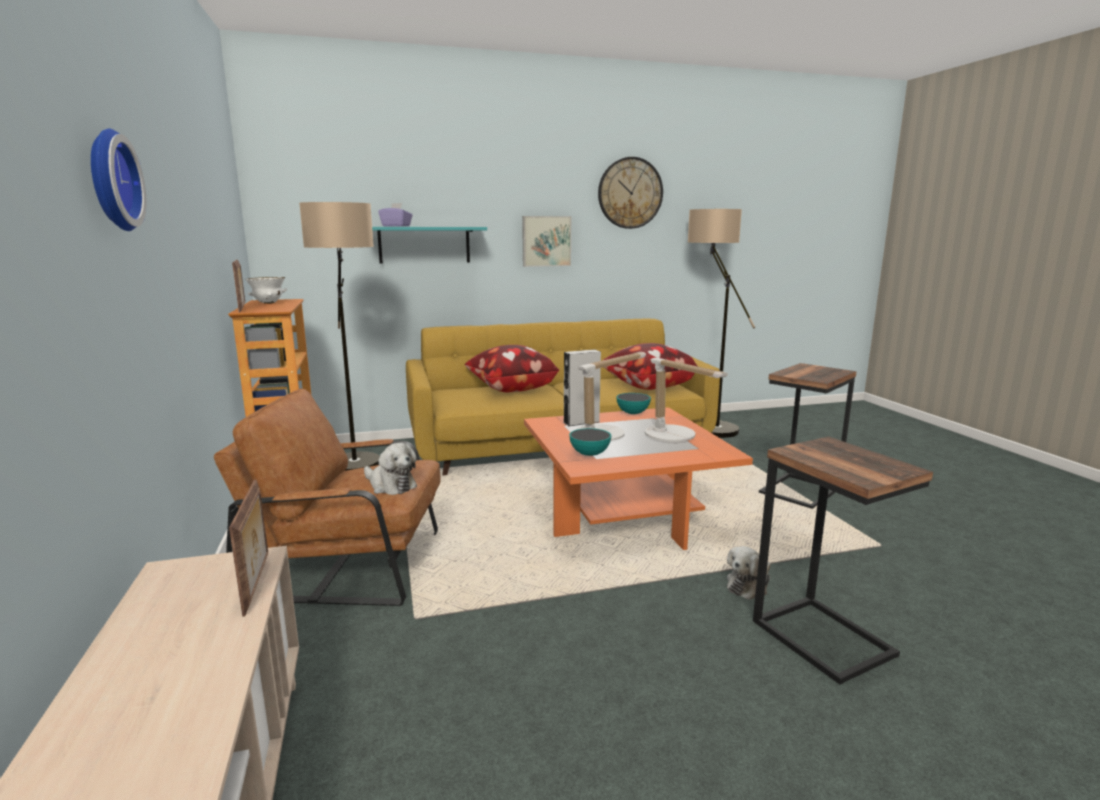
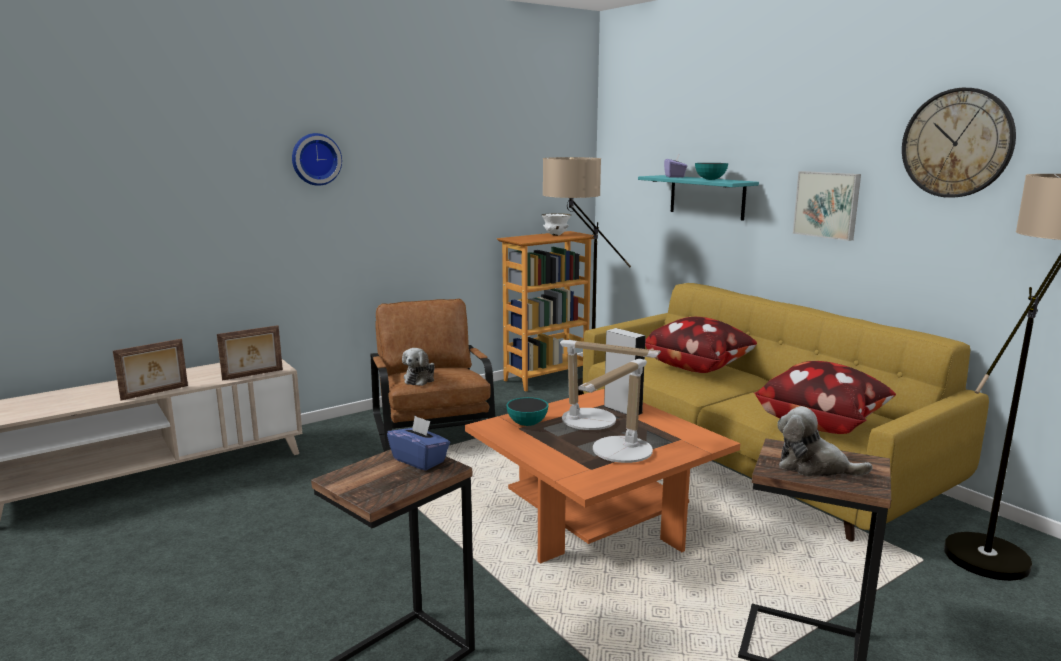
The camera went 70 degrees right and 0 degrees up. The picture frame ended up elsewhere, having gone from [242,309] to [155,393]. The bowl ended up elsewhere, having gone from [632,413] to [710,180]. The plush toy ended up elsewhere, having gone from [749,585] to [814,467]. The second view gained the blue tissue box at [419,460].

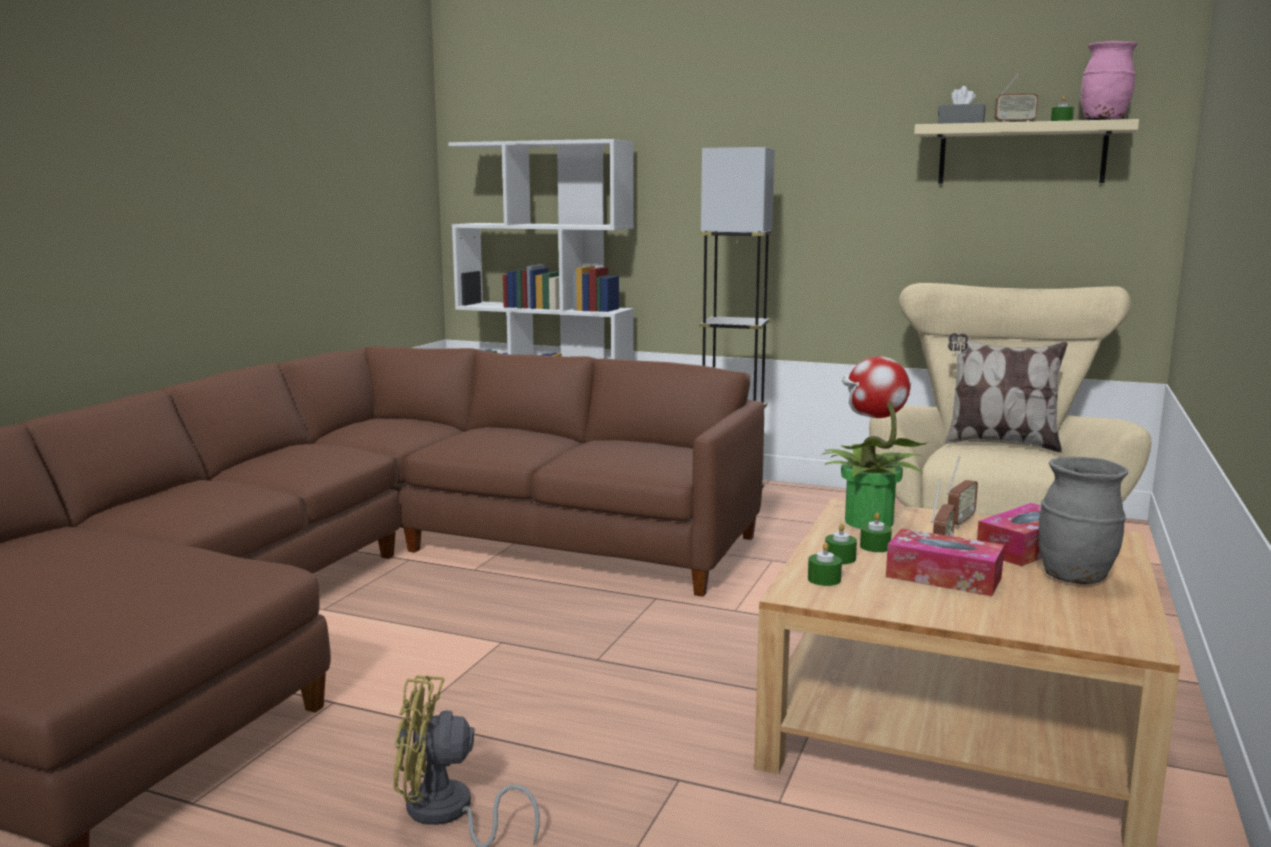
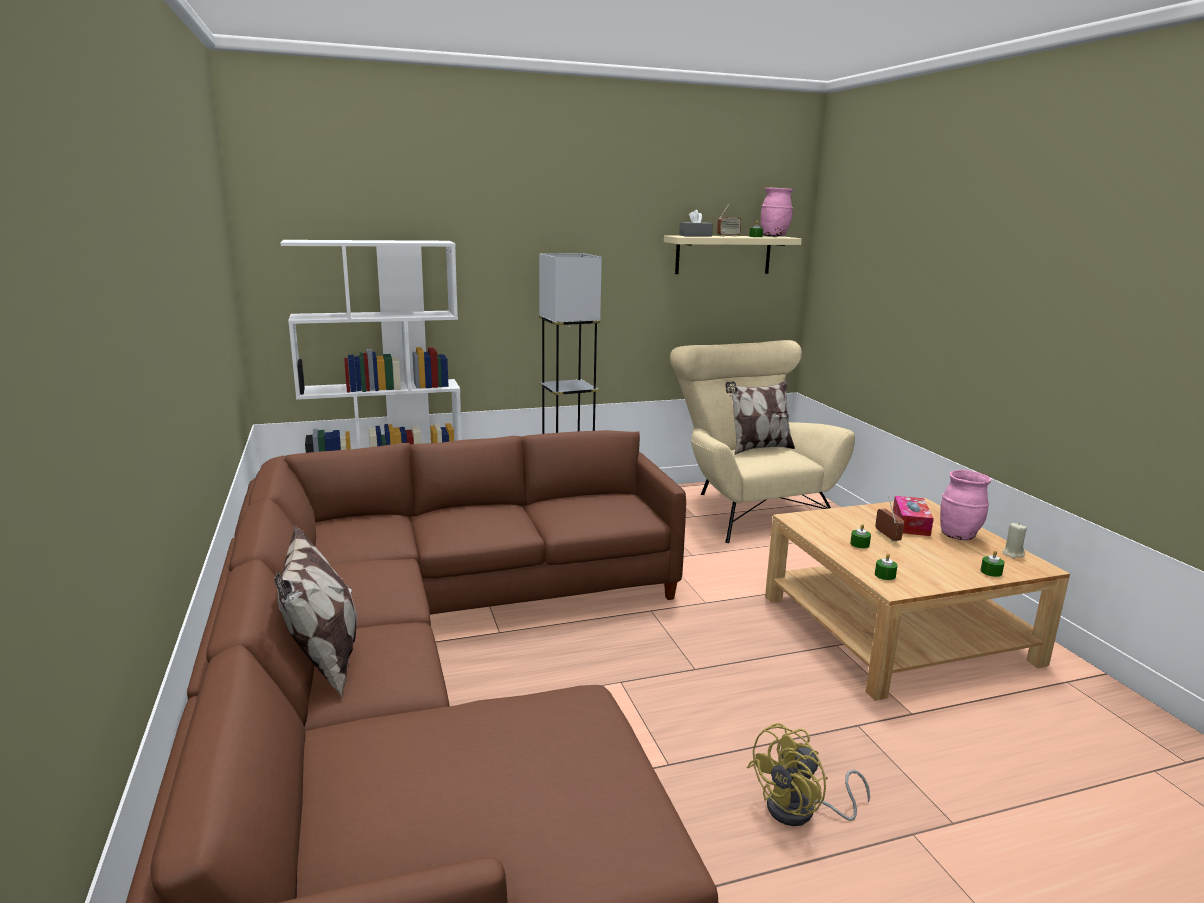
The camera went 40 degrees left and 5 degrees up. The second view lost the potted plant at [867,521]. The second view lost the radio at [960,522]. What was the grey vase at [1076,577] turned into the pink vase at [958,536]. The green candle ended up elsewhere, having gone from [840,558] to [991,572]. The second view lost the tissue box at [943,577]. The second view gained the beige candle at [1012,554]. The second view gained the pillow at [324,664].

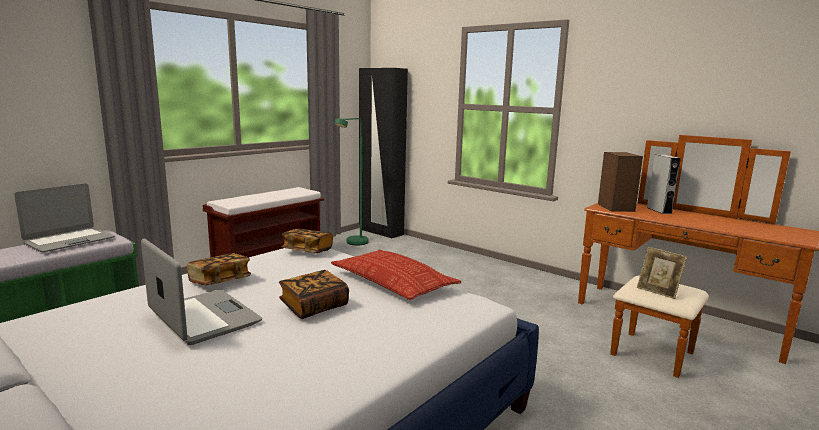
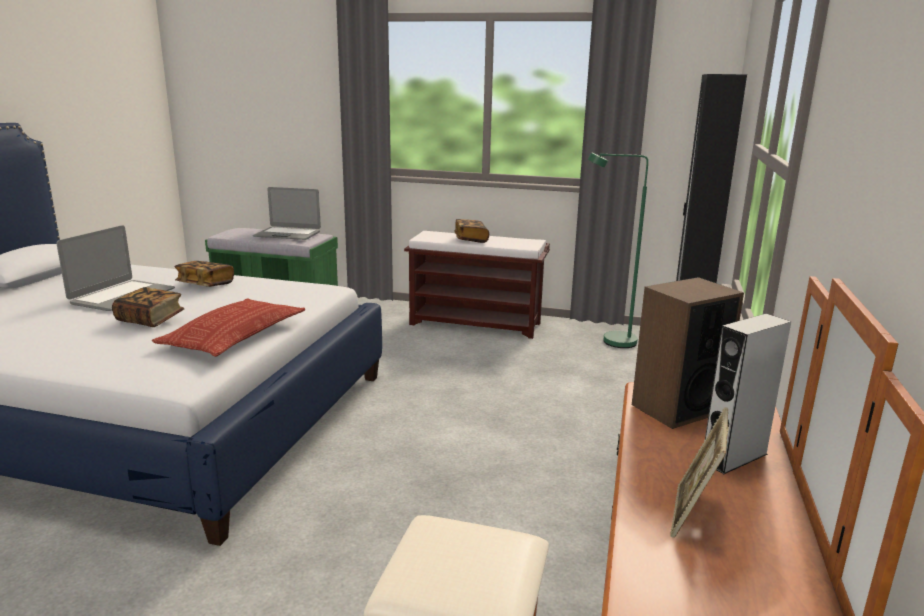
The camera went 65 degrees right and 5 degrees up. The book ended up elsewhere, having gone from [307,251] to [471,239]. The picture frame ended up elsewhere, having gone from [658,291] to [693,515].

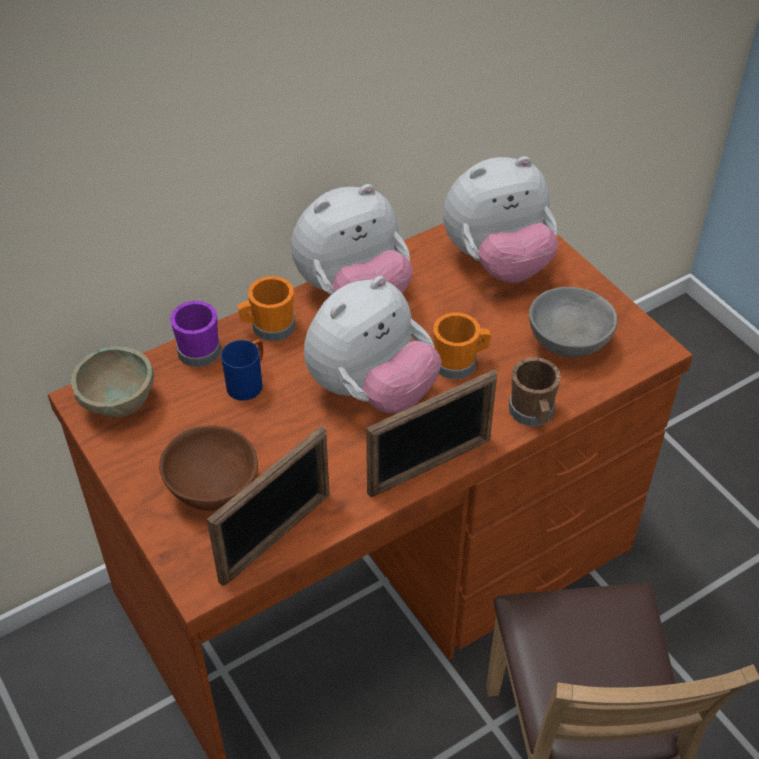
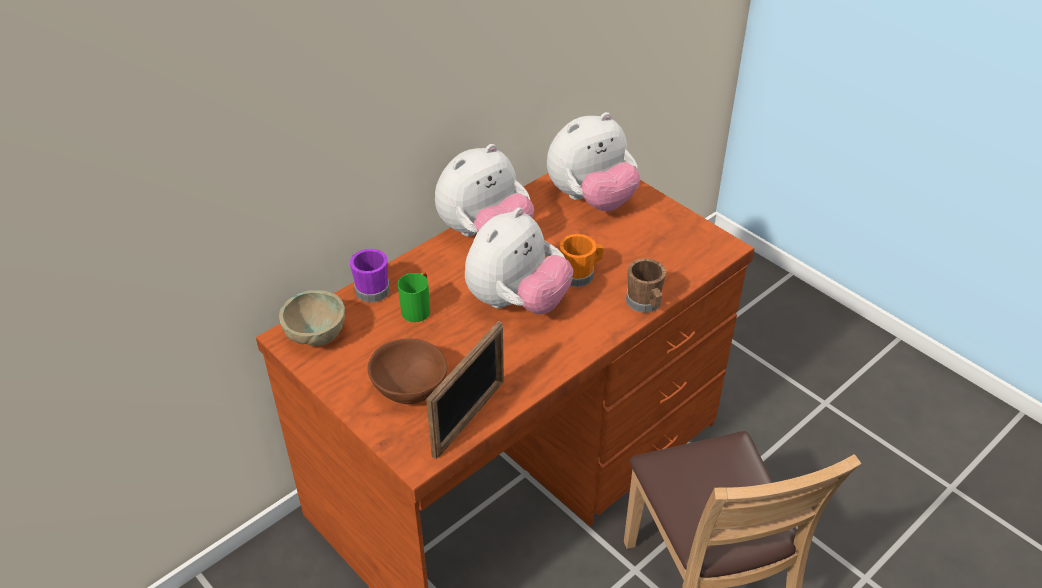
The camera went 10 degrees left and 5 degrees down. The second view lost the orange mug at [268,328]. The second view lost the grey bowl at [567,342]. What was the blue mug at [248,382] turned into the green mug at [418,308]. The second view lost the picture frame at [430,466].

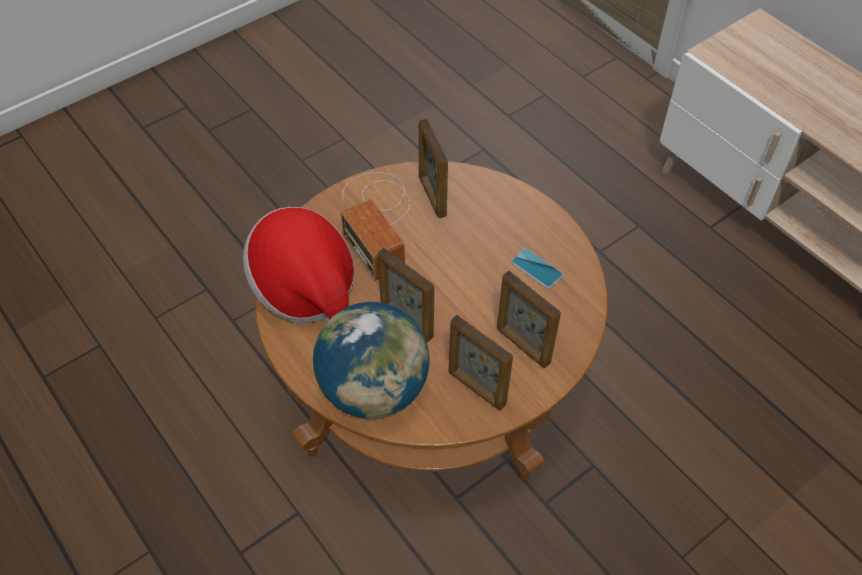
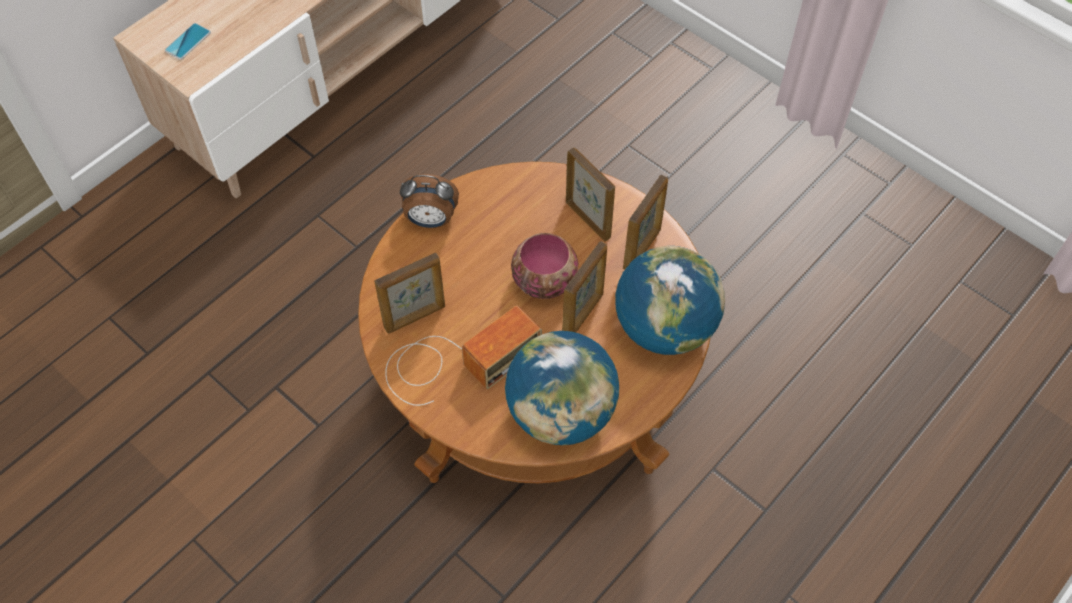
The camera went 100 degrees left and 5 degrees up. Where the hat stood at [305,288], the globe came to stand at [561,413]. The phone ended up elsewhere, having gone from [536,269] to [188,42]. The picture frame at [522,346] ended up facing another way, 75 degrees counterclockwise from before. The second view gained the alarm clock at [430,220]. The second view gained the bowl at [544,280].

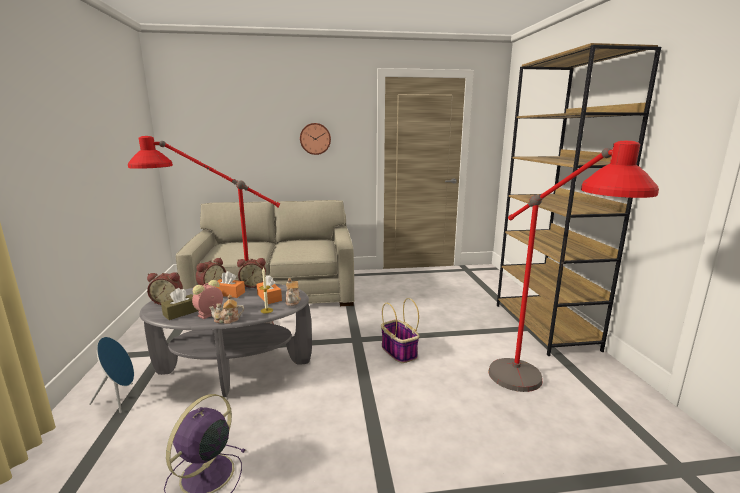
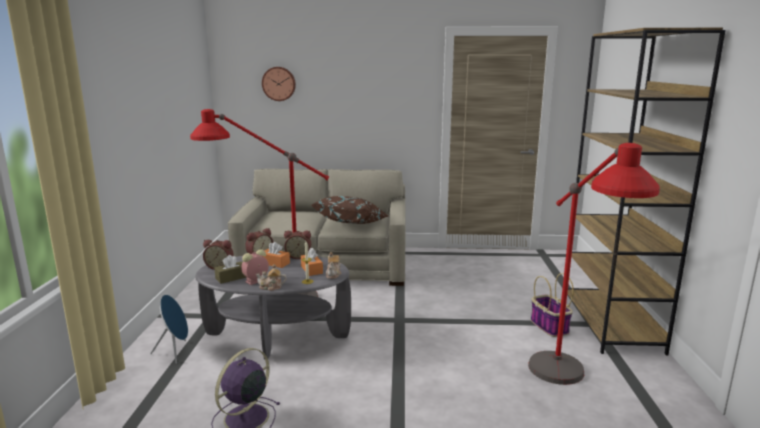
The camera went 10 degrees right and 0 degrees up. The wall clock ended up elsewhere, having gone from [315,139] to [279,83]. The basket ended up elsewhere, having gone from [398,351] to [548,326]. The second view gained the brown pillow at [352,224].

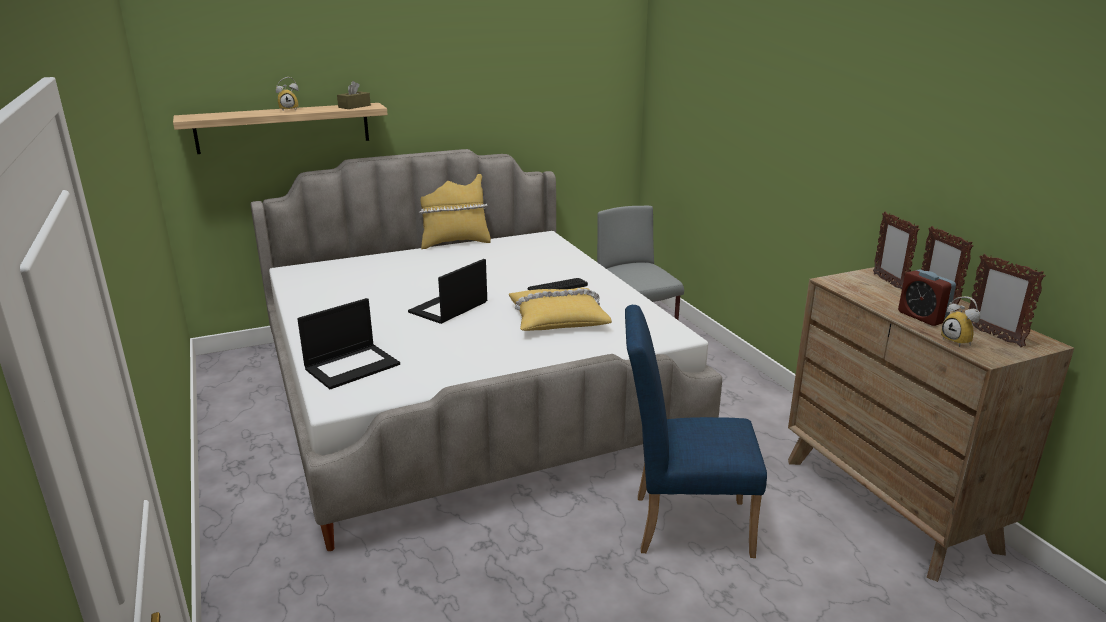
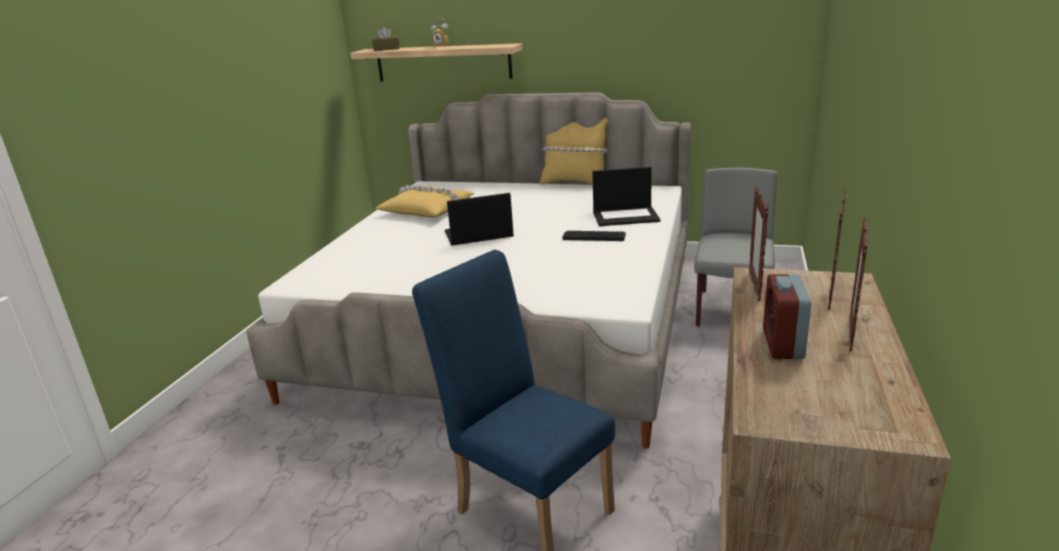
The camera went 40 degrees right and 0 degrees up. The brown tissue box ended up elsewhere, having gone from [354,106] to [386,49]. The picture frame ended up elsewhere, having gone from [993,336] to [754,286]. The yellow pillow ended up elsewhere, having gone from [557,318] to [428,210]. The second view lost the alarm clock at [959,341]. The laptop ended up elsewhere, having gone from [352,366] to [626,216].

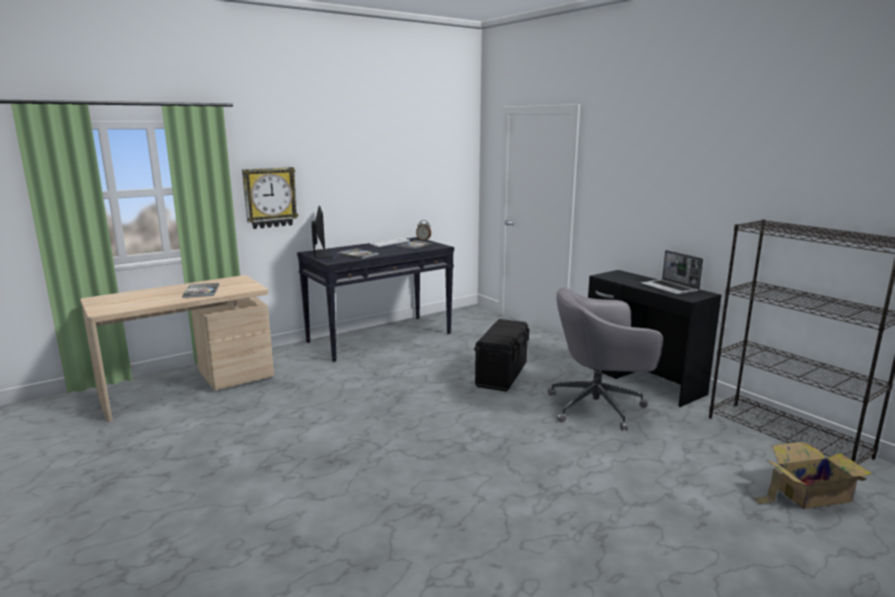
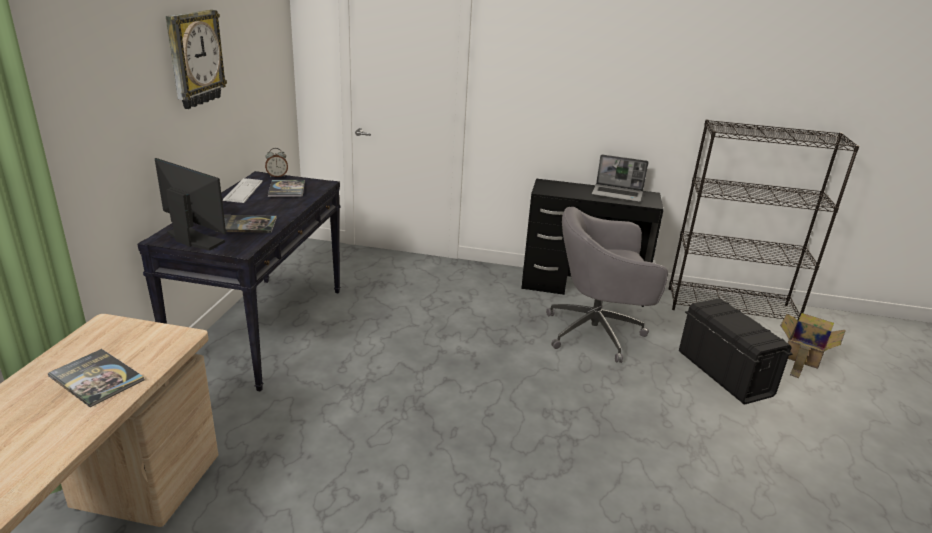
The camera went 45 degrees left and 10 degrees up. The wall clock ended up elsewhere, having gone from [270,197] to [194,58]. The grey office chair at [599,407] ended up facing another way, 45 degrees clockwise from before. The black storage box ended up elsewhere, having gone from [502,375] to [724,373].

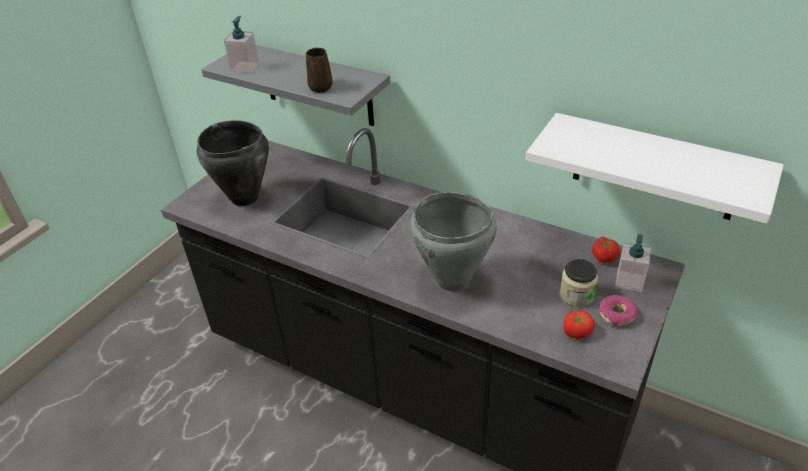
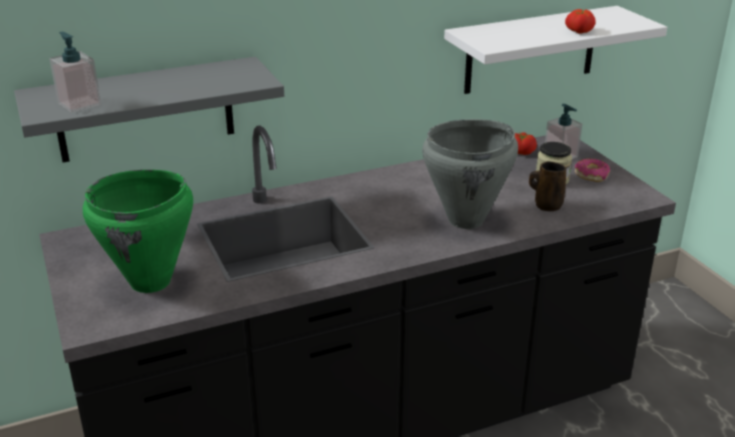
The camera went 55 degrees left and 10 degrees down. The brown mug ended up elsewhere, having gone from [321,87] to [546,205]. What was the black cooking pot at [244,198] turned into the green cooking pot at [151,282]. The tomato ended up elsewhere, having gone from [576,331] to [578,31].

